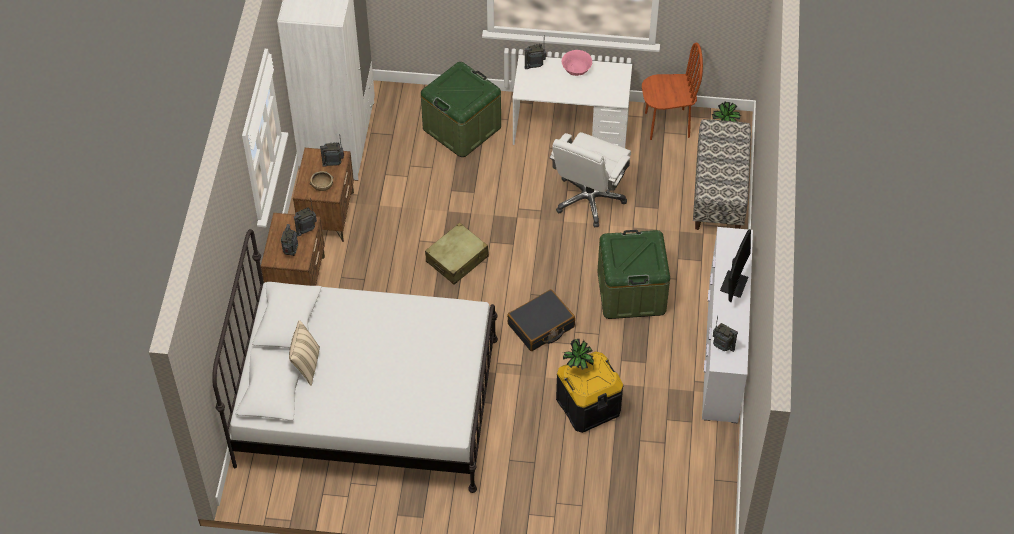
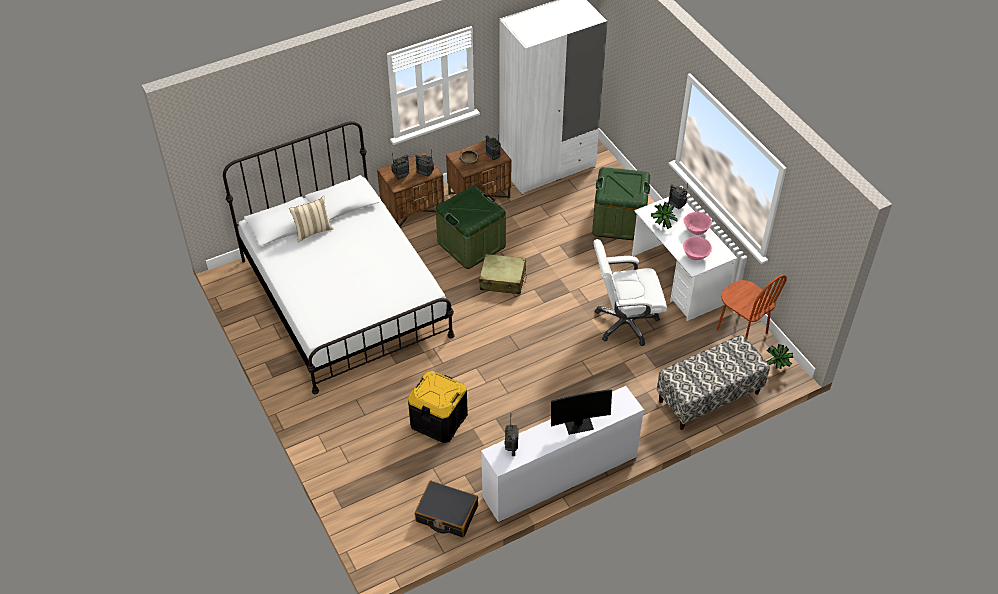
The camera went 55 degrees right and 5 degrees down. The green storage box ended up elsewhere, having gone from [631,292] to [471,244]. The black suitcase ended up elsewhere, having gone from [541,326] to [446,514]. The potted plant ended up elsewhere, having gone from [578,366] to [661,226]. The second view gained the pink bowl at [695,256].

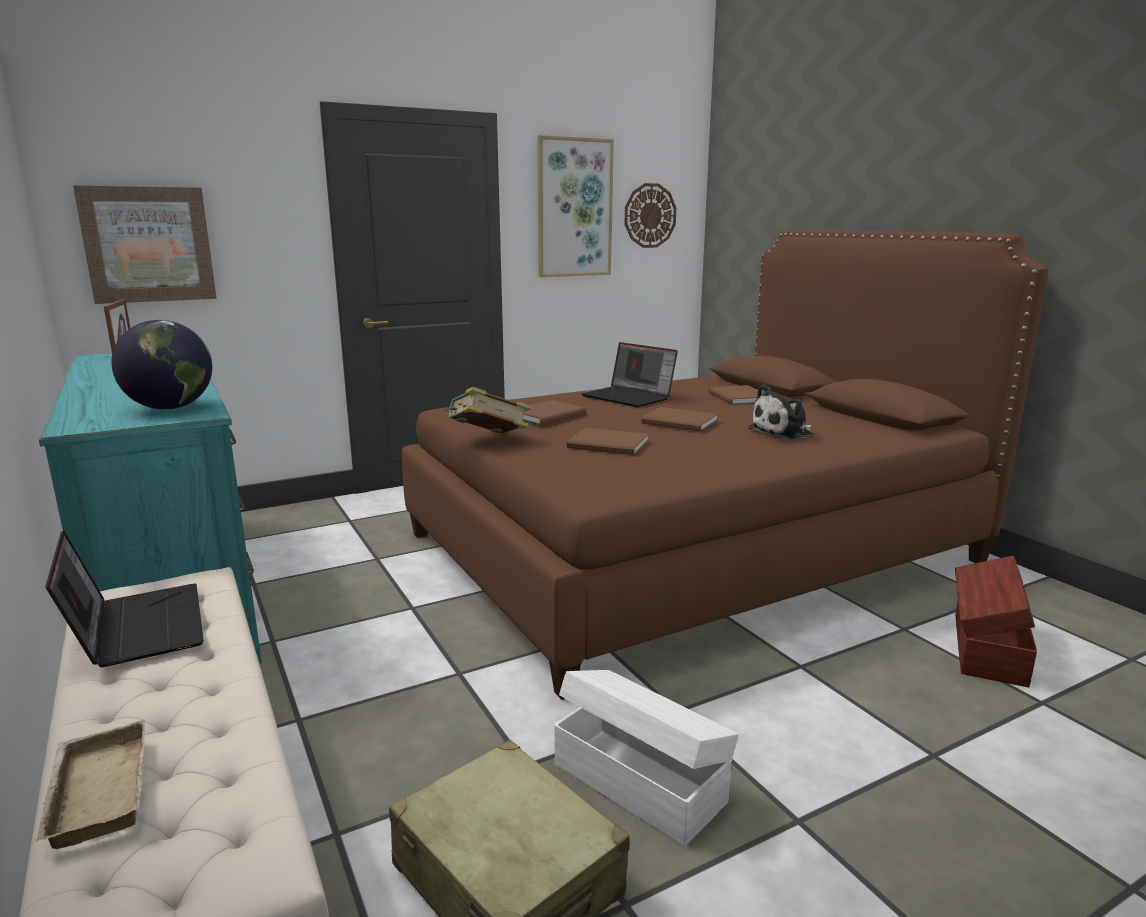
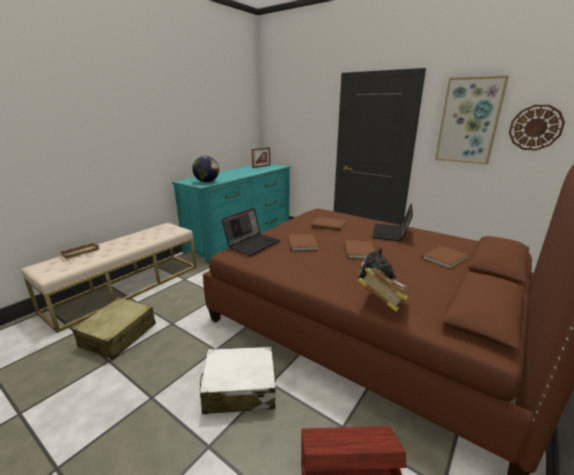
The camera went 65 degrees right and 5 degrees up. The second view lost the picture at [148,244]. The book ended up elsewhere, having gone from [488,440] to [381,304]. The laptop ended up elsewhere, having gone from [136,627] to [253,244]. The second view lost the white storage box at [639,781]. The second view gained the white suitcase at [239,389].

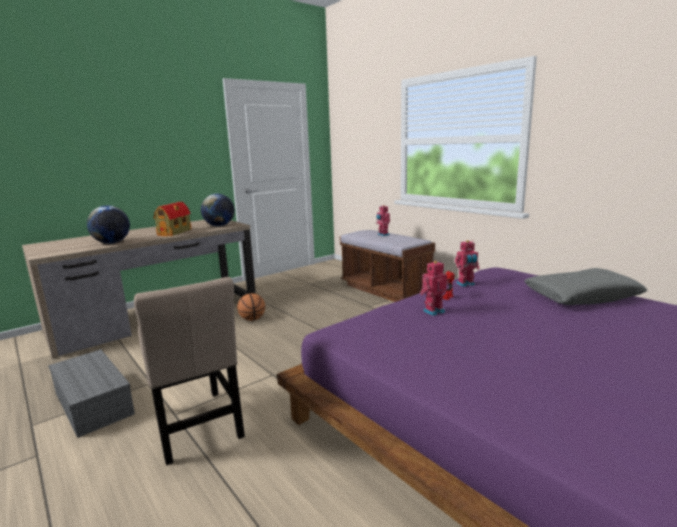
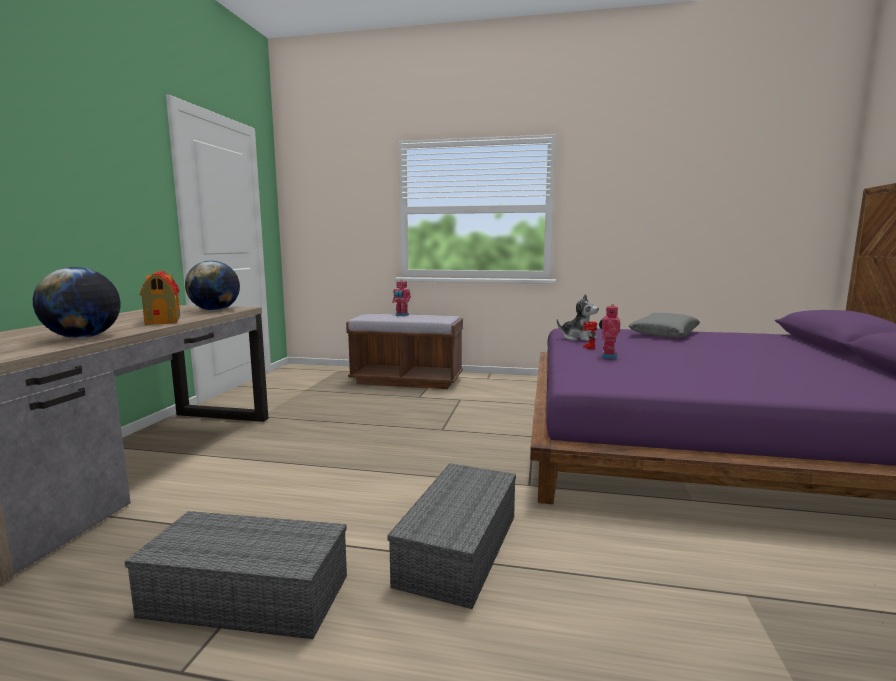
The camera went 40 degrees left and 5 degrees down. Where the toy robot stood at [466,284], the plush toy came to stand at [577,338]. Where the beige chair stood at [197,427], the grey storage box came to stand at [460,550]. The second view lost the basketball at [252,319].

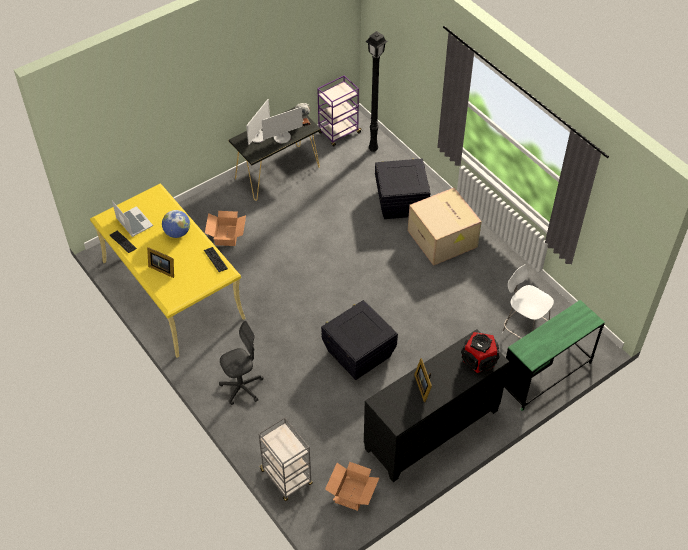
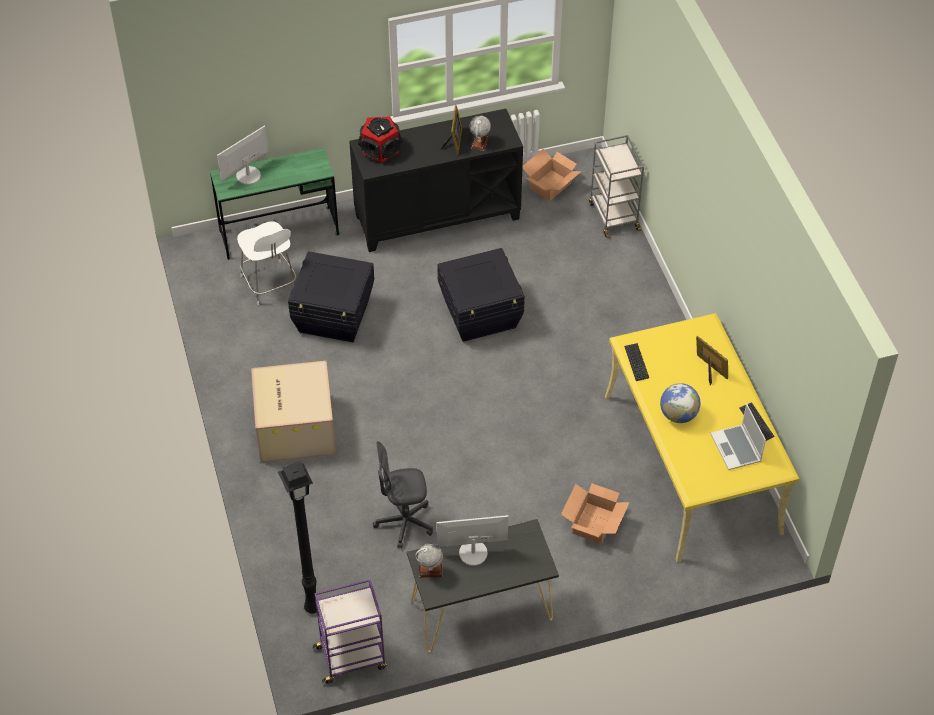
The camera went 160 degrees left and 0 degrees up. The monitor ended up elsewhere, having gone from [257,136] to [248,175]. The black storage box ended up elsewhere, having gone from [400,202] to [334,317]. The grey office chair ended up elsewhere, having gone from [242,387] to [404,523]. The second view gained the globe at [479,143].

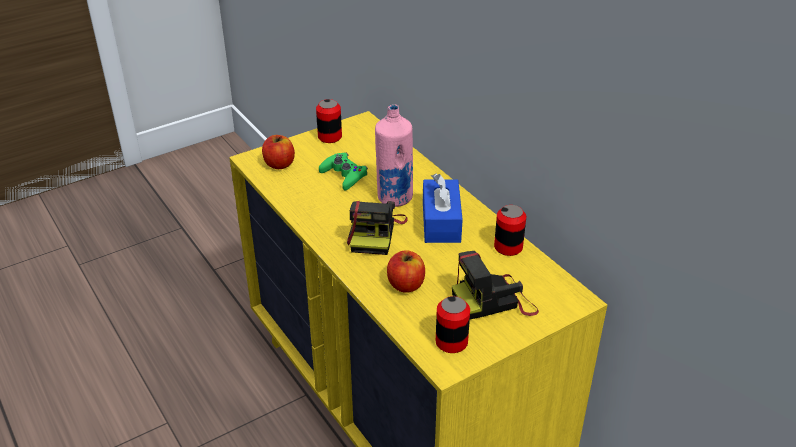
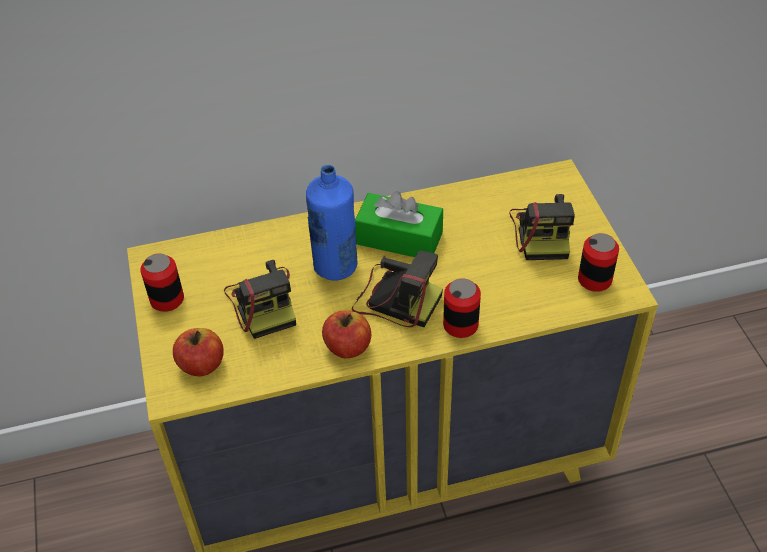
The camera went 70 degrees left and 10 degrees up. What was the pink bottle at [394,198] turned into the blue bottle at [335,267]. Where the green game controller stood at [344,175], the photo camera came to stand at [264,303]. What was the blue tissue box at [441,222] turned into the green tissue box at [399,238]. The can ended up elsewhere, having gone from [508,247] to [460,325]. The apple ended up elsewhere, having gone from [406,284] to [347,347].

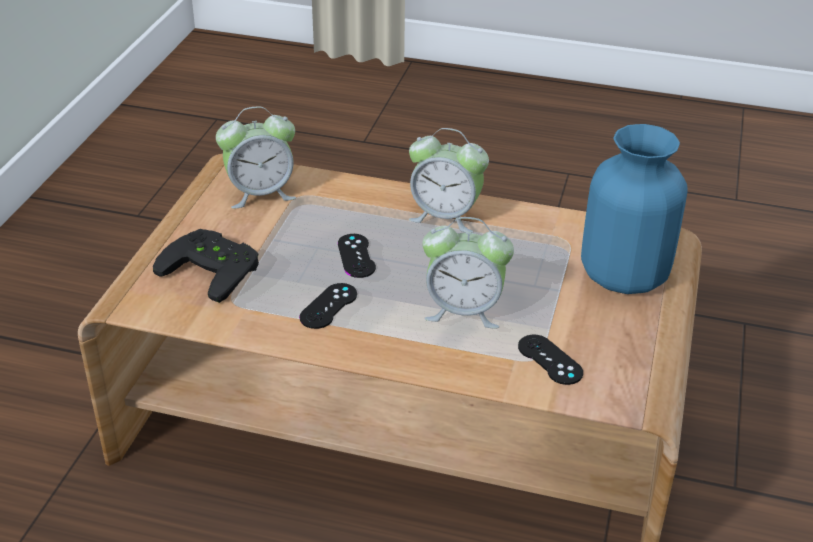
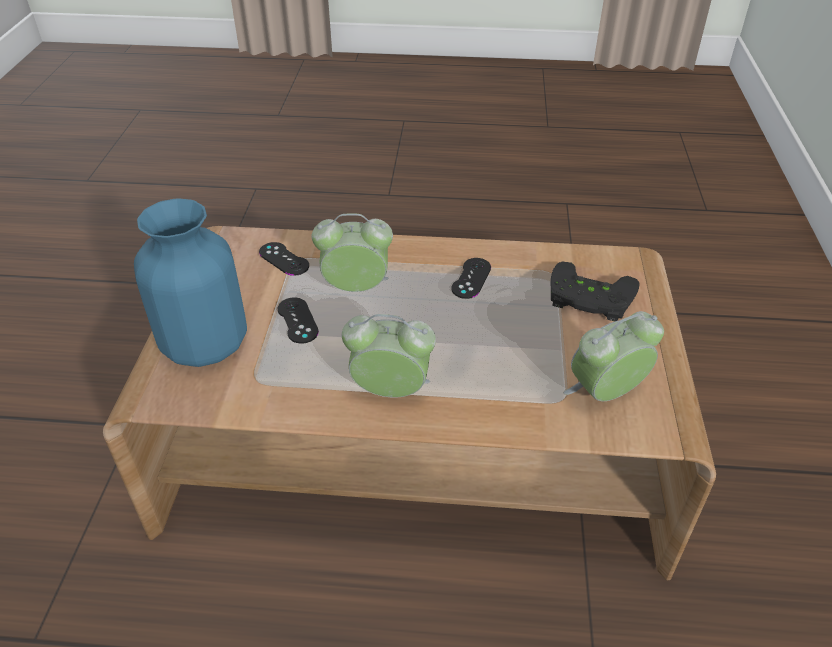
The camera went 170 degrees right and 5 degrees up. The black game controller ended up elsewhere, having gone from [356,256] to [297,320].

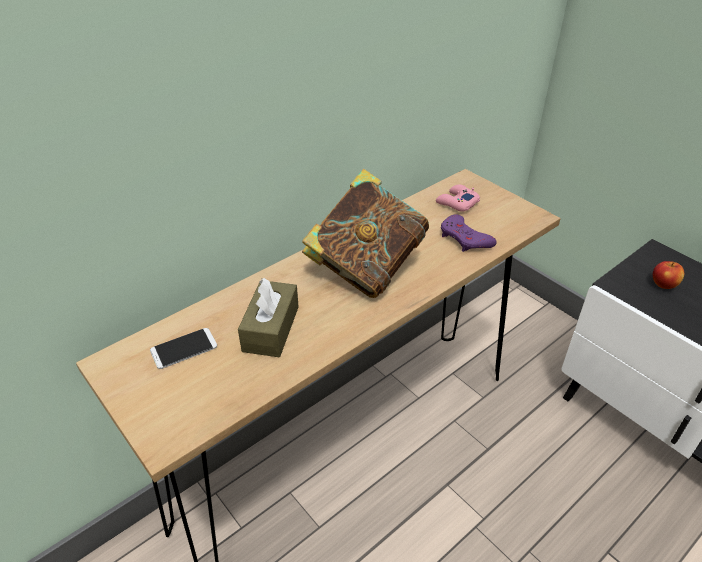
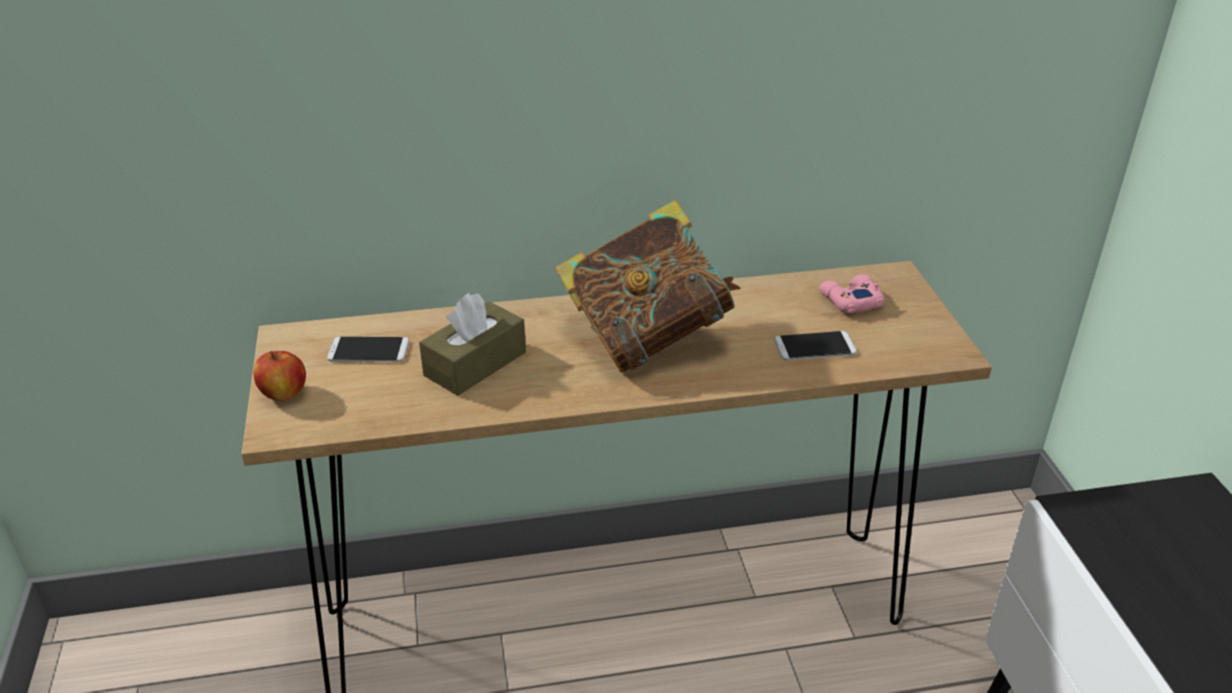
The camera went 30 degrees right and 5 degrees down. Where the purple game controller stood at [464,238], the phone came to stand at [814,347]. The apple ended up elsewhere, having gone from [663,284] to [284,394].

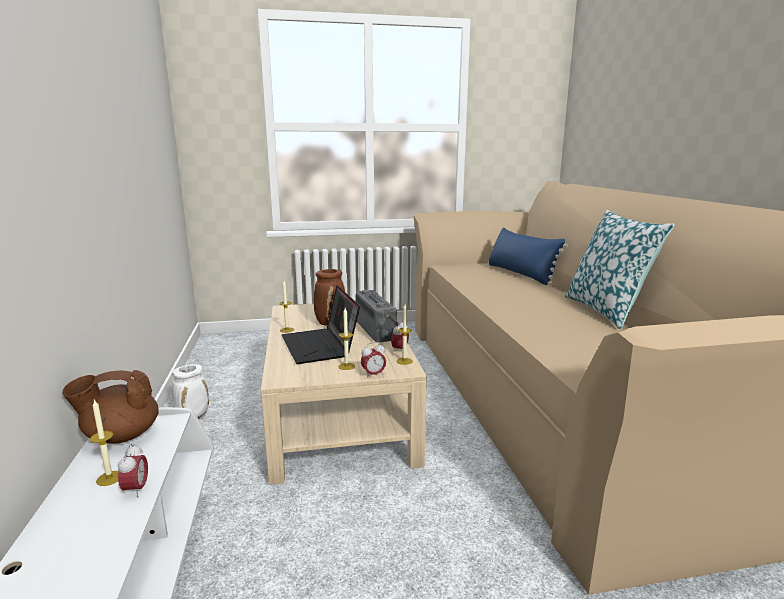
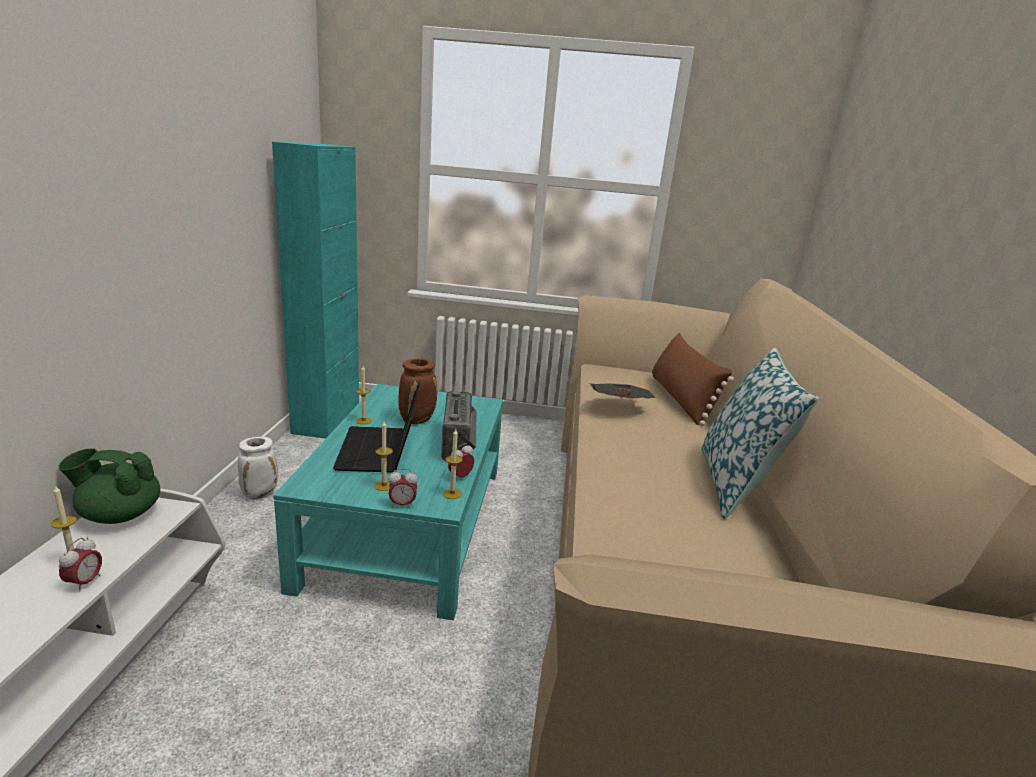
The camera went 15 degrees right and 5 degrees up. What was the blue pillow at [520,274] turned into the brown pillow at [681,400]. What was the beige coffee table at [339,412] turned into the turquoise coffee table at [408,524]. What was the brown teapot at [121,436] turned into the green teapot at [120,514]. The second view gained the turquoise cabinet at [327,418]. The second view gained the newspaper at [619,408].

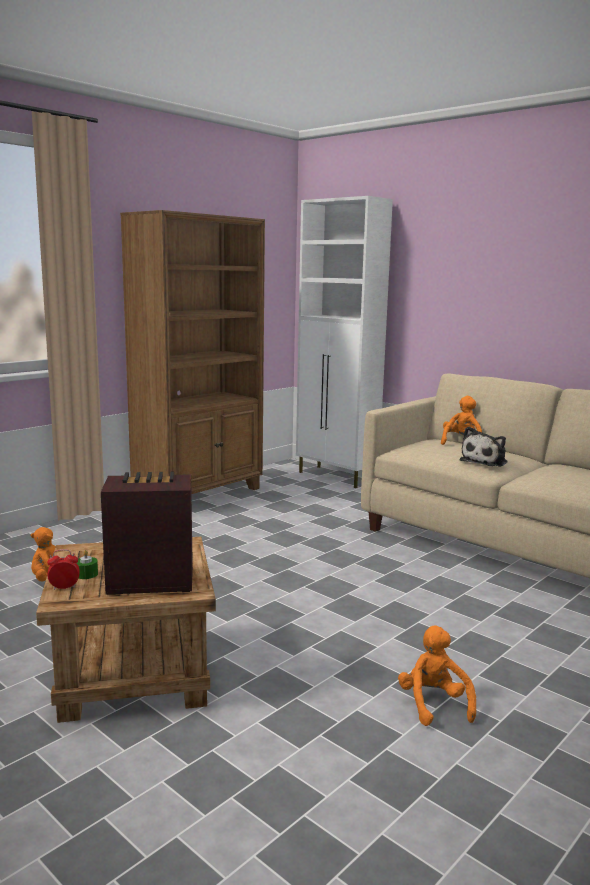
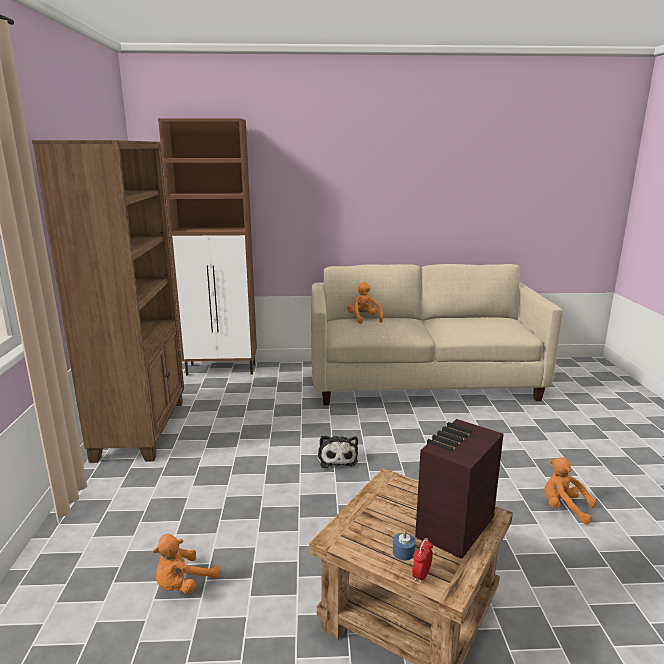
The camera went 45 degrees left and 5 degrees up. What was the white cabinet at [337,477] turned into the brown cabinet at [222,369]. The plush toy ended up elsewhere, having gone from [485,461] to [337,458]. What was the green candle at [86,574] turned into the blue candle at [403,552].

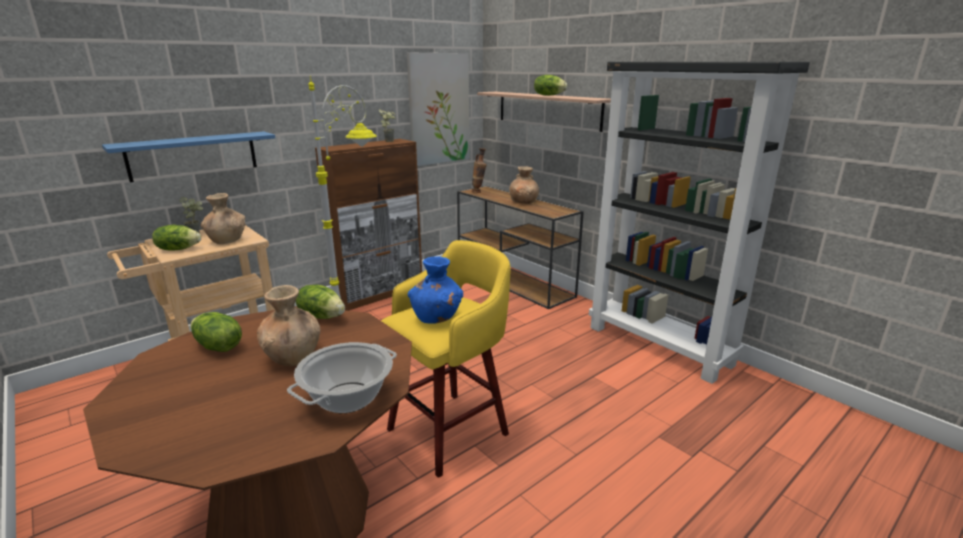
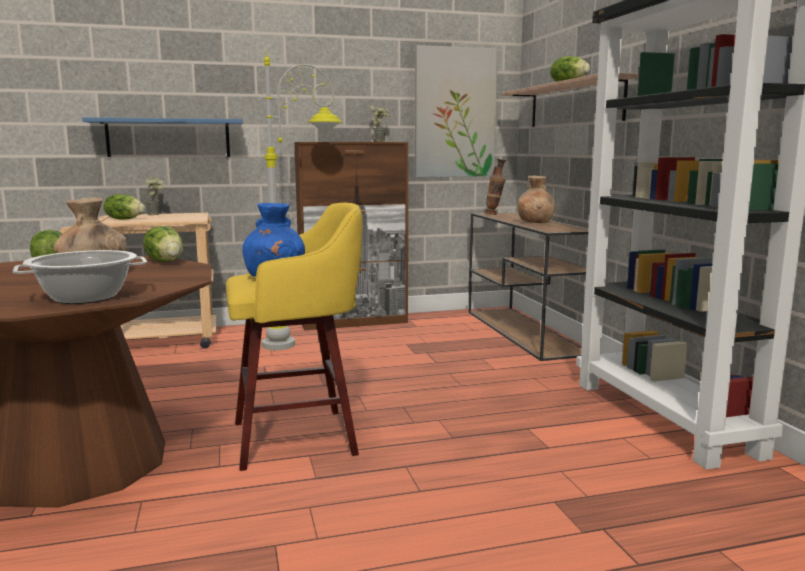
The camera went 25 degrees right and 10 degrees down. The second view lost the brown vase at [227,240].

